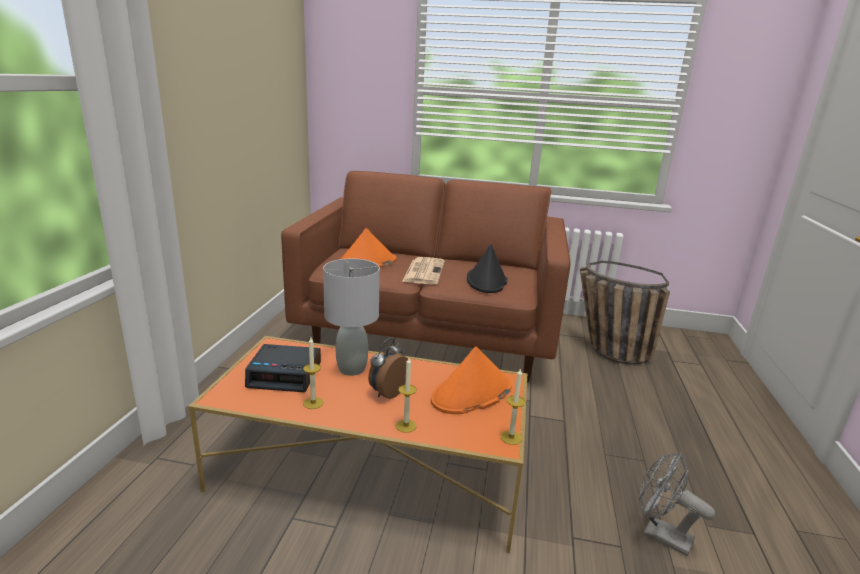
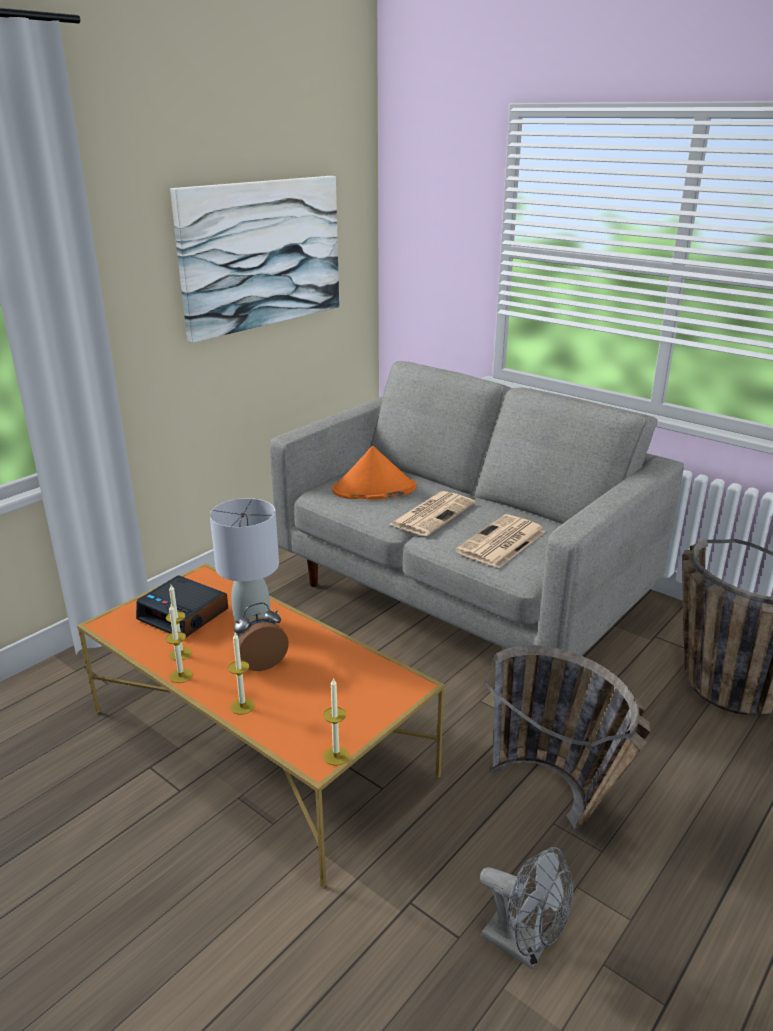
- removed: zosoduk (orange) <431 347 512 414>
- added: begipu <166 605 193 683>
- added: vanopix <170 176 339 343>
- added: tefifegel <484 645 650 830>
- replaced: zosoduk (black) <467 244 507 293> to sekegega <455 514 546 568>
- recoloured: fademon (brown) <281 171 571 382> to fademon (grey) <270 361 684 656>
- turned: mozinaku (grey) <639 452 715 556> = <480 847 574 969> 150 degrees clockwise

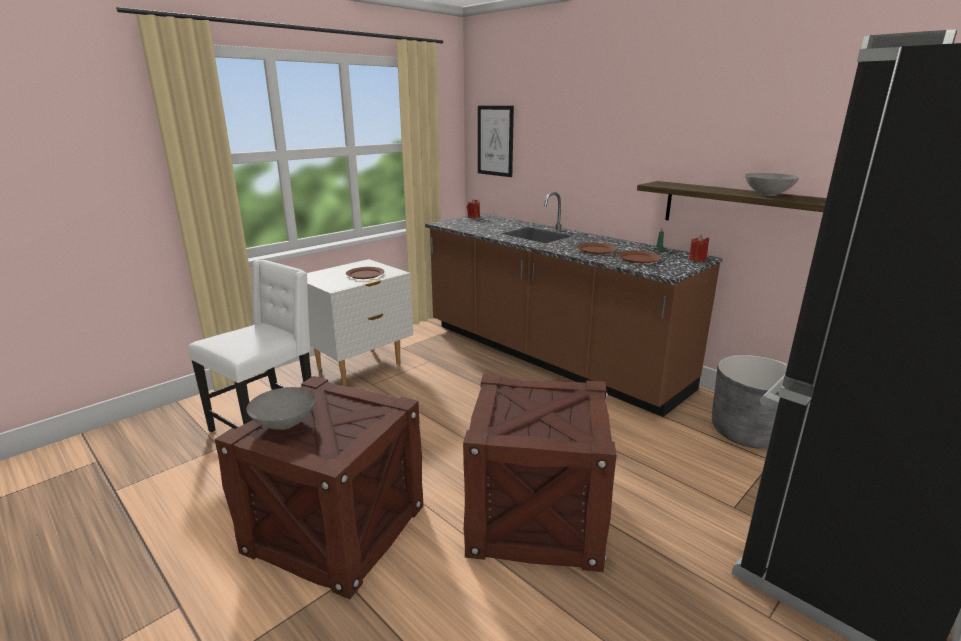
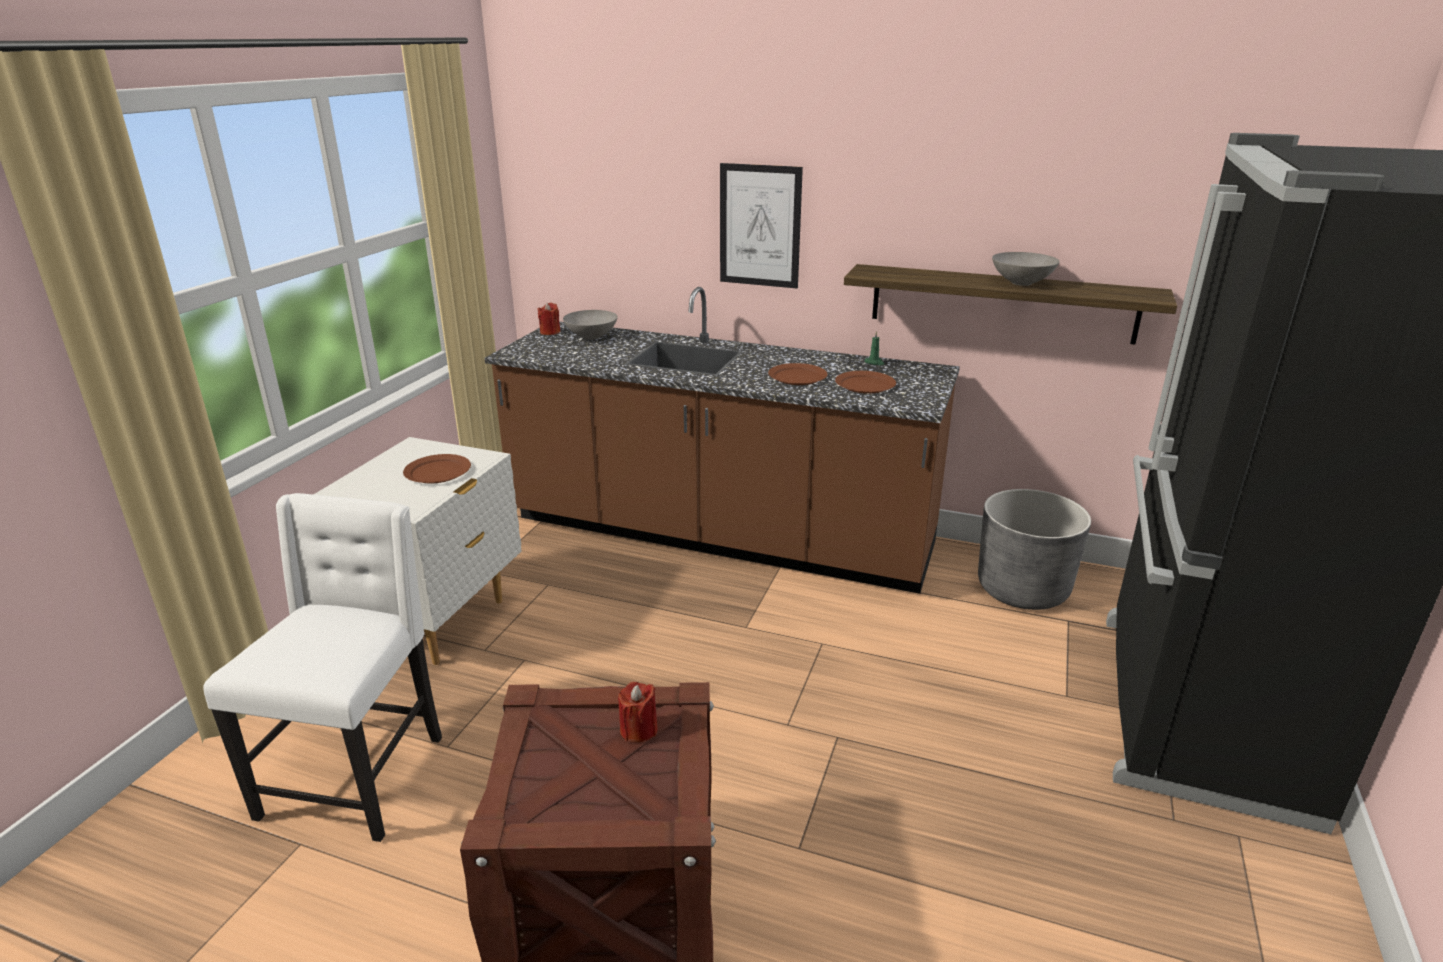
- removed: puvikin <463 374 618 573>
- moved: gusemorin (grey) <247 387 316 430> to <563 310 618 340>
- moved: vanopix <478 106 514 177> to <720 163 803 288>
- moved: begipu (red) <689 235 709 262> to <618 682 658 742>

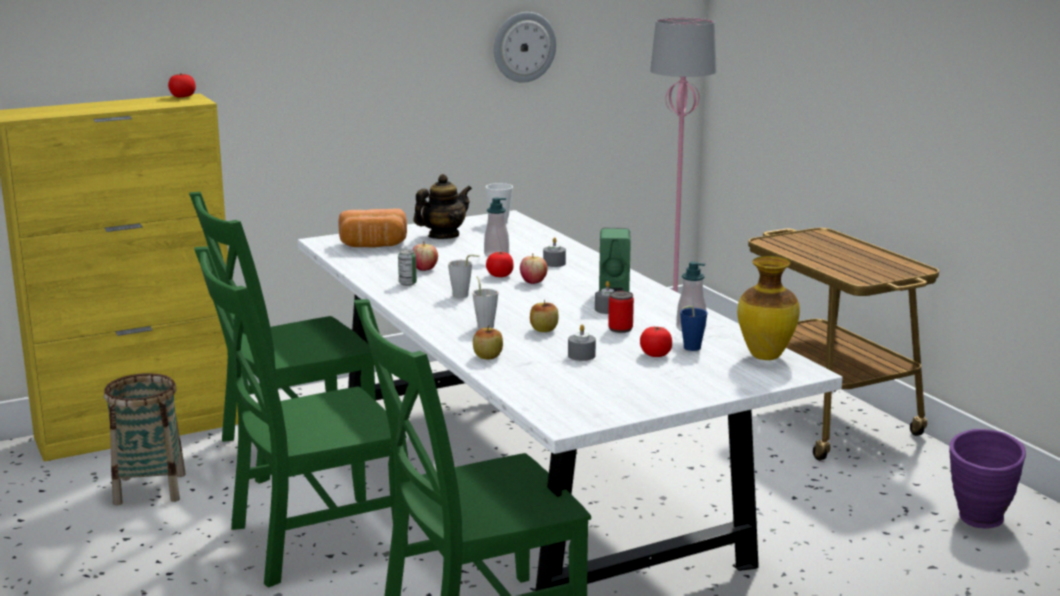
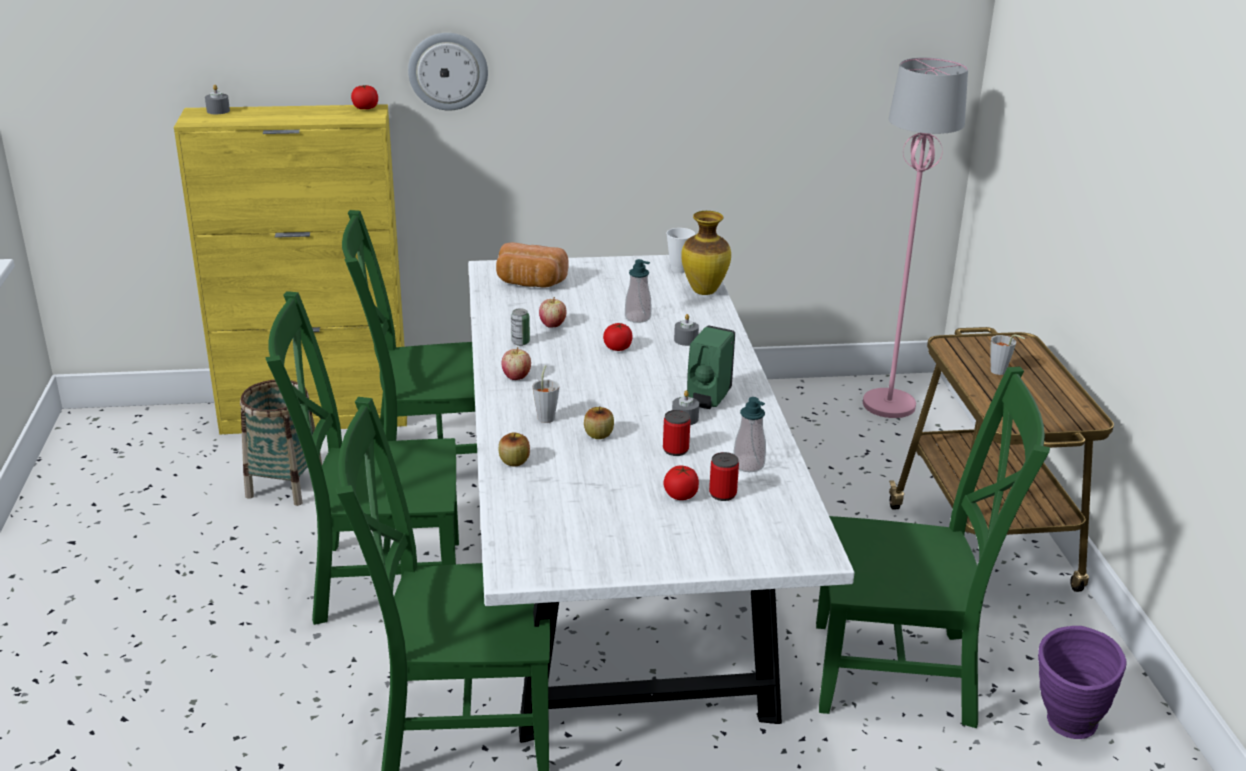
- removed: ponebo <414 174 472 239>
- added: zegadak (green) <816 367 1050 728>
- moved: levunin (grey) <448 255 479 298> to <990 335 1025 375>
- moved: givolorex <494 12 556 83> to <408 33 488 111>
- moved: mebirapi <520 253 548 284> to <501 347 531 380>
- moved: begipu (grey) <568 325 596 361> to <205 85 230 114>
- moved: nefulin <737 256 800 360> to <681 211 731 295>
- replaced: levunin (blue) <680 306 707 351> to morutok <709 452 739 501>

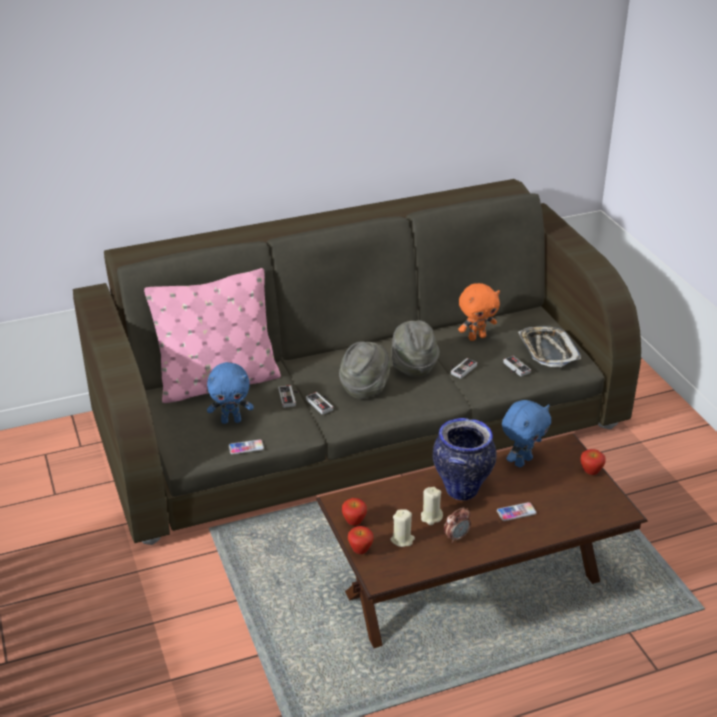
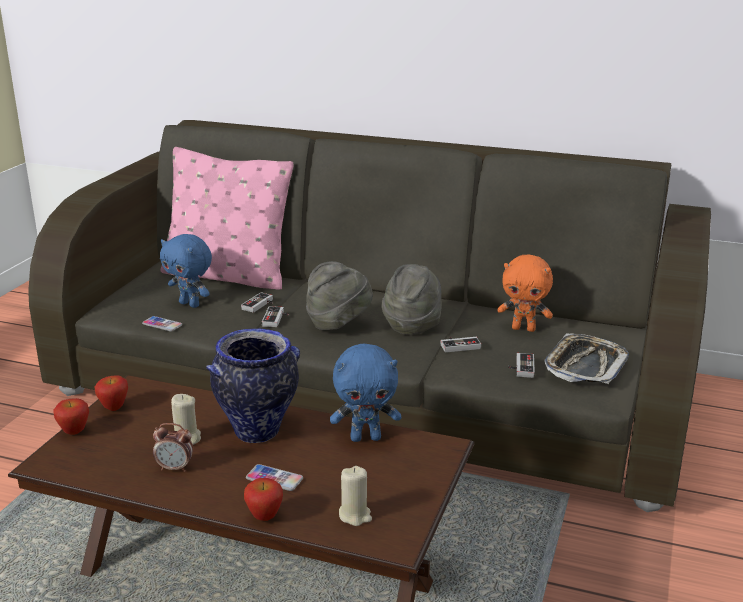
- moved: begipu (beige) <390 509 415 547> to <339 466 372 526>
- moved: mebirapi <580 449 606 475> to <244 478 283 521>

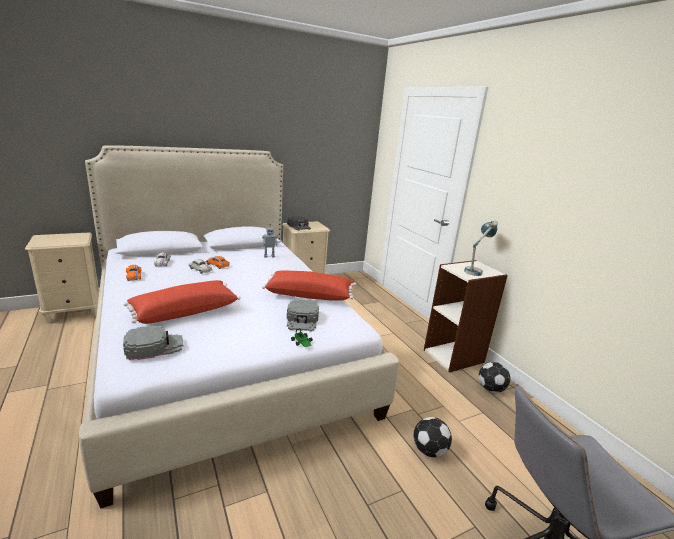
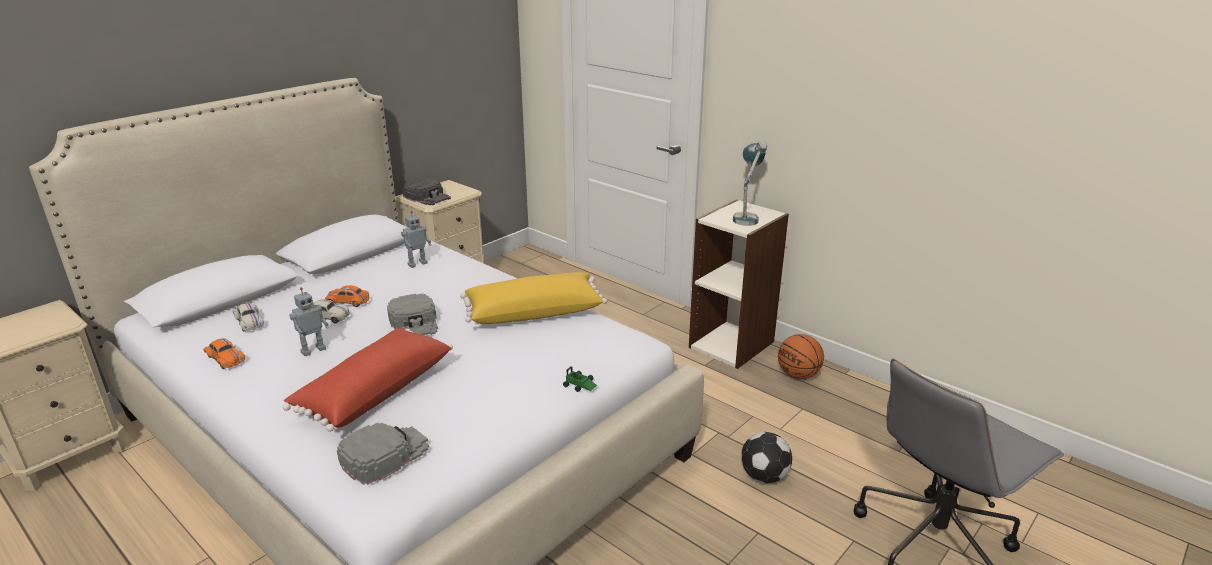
- added: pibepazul <289 288 329 356>
- moved: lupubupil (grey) <287 300 319 331> to <387 293 438 335>
- replaced: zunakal <479 362 510 393> to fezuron <778 334 824 379>
- recoloured: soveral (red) <262 271 356 301> to soveral (yellow) <460 272 607 324>

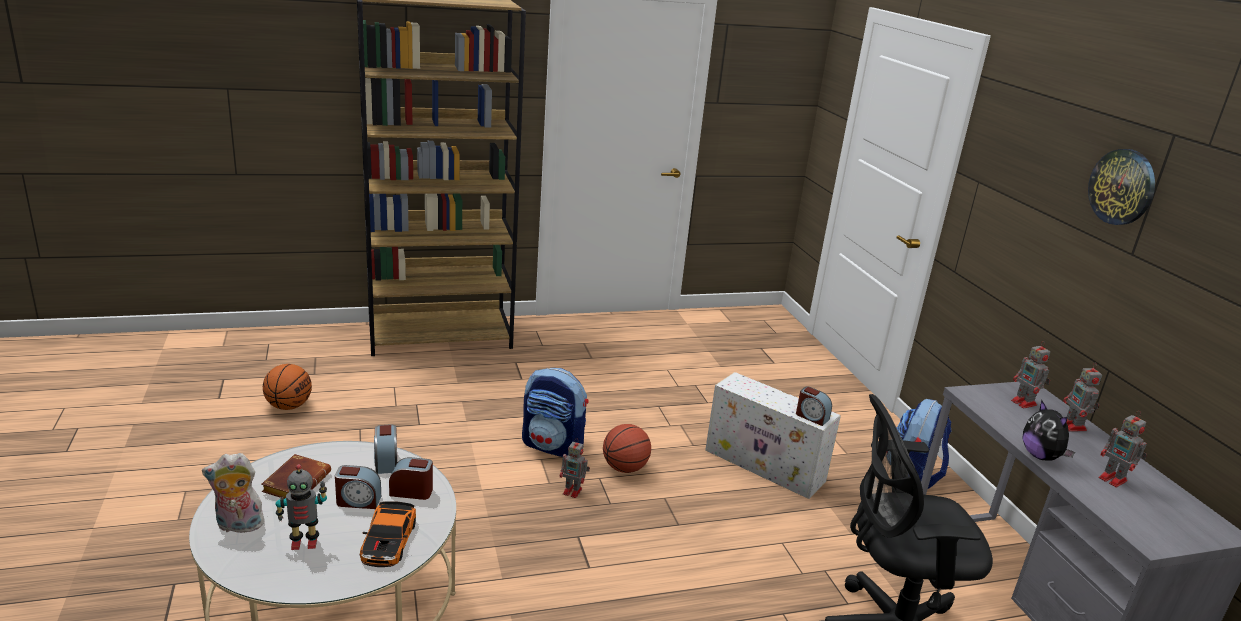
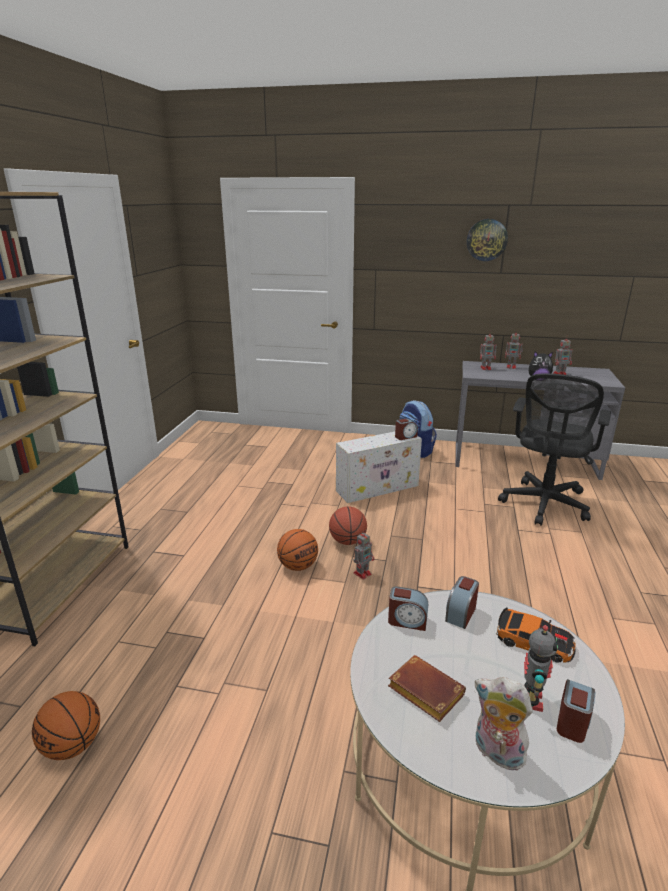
- moved: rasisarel <335 465 381 509> to <557 679 595 743>
- replaced: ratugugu <522 368 589 457> to fezuron <277 529 318 571>
- turned: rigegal <202 453 267 533> = <474 677 533 771> 105 degrees clockwise

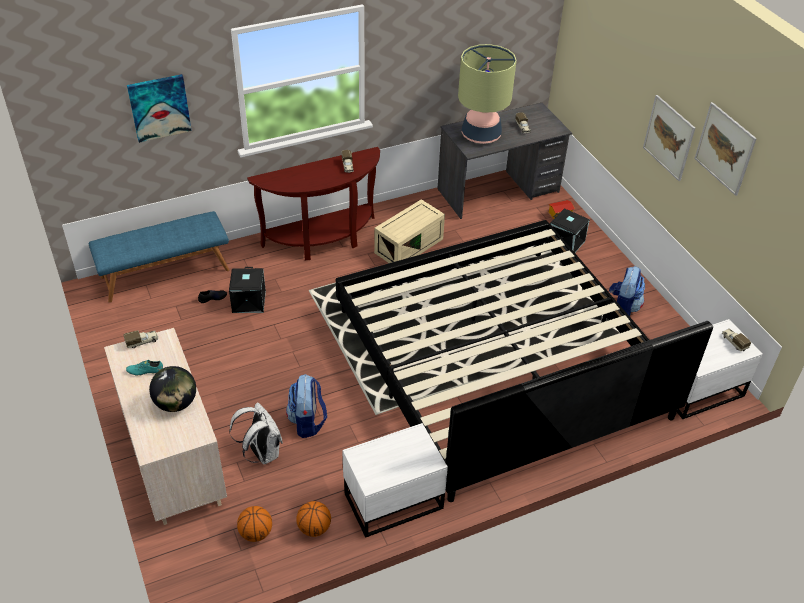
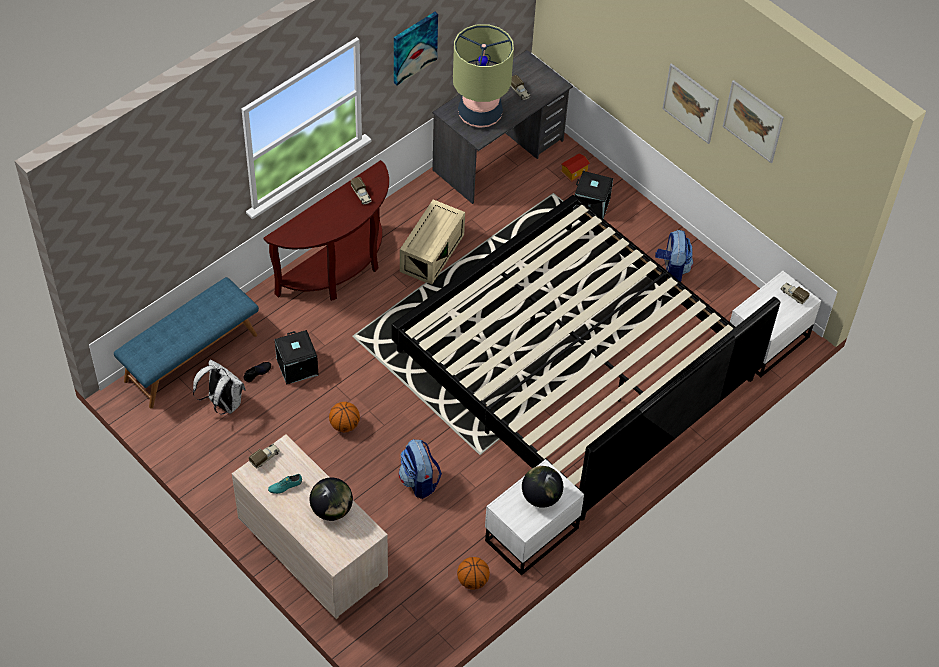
- added: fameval <522 466 563 508>
- moved: vanopix <127 74 192 143> to <394 12 438 85>
- moved: ratugugu (white) <229 402 283 465> to <193 360 246 415>
- moved: fezuron <237 506 272 542> to <329 402 360 432>

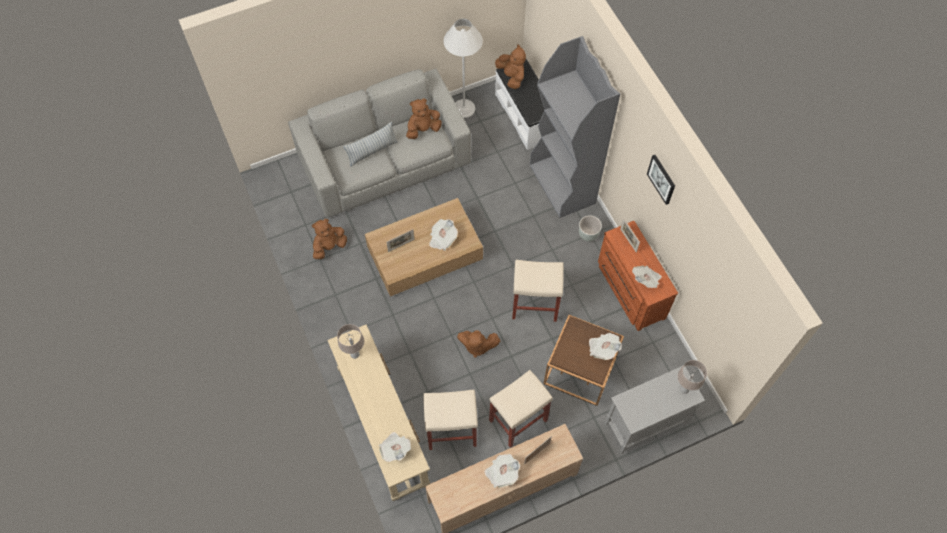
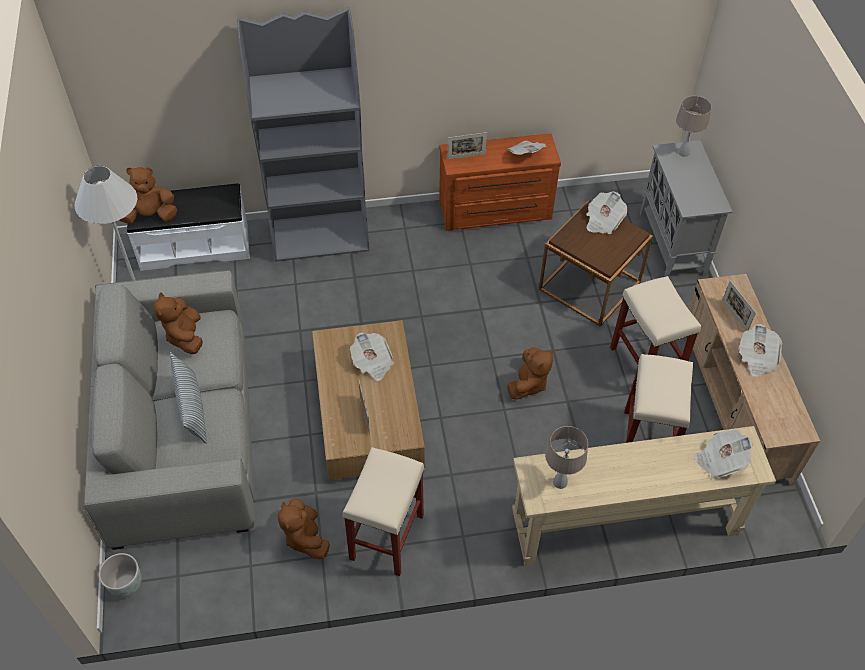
- removed: vanopix <647 155 675 205>
- moved: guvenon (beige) <512 260 564 322> to <343 447 424 576>
- moved: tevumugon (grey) <579 215 602 241> to <99 553 142 598>

